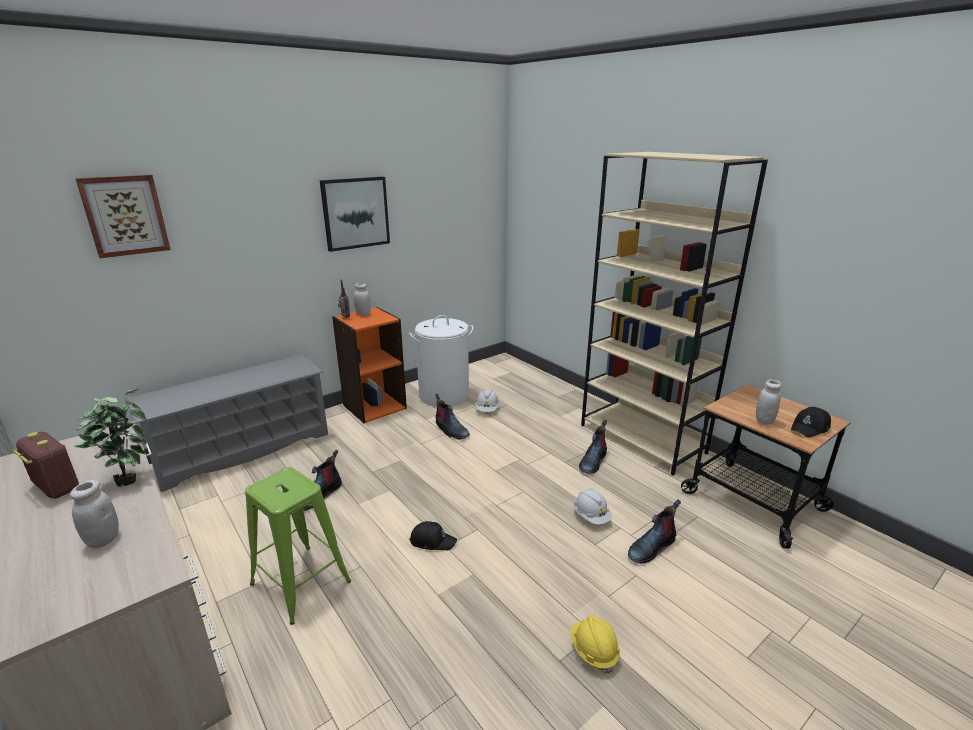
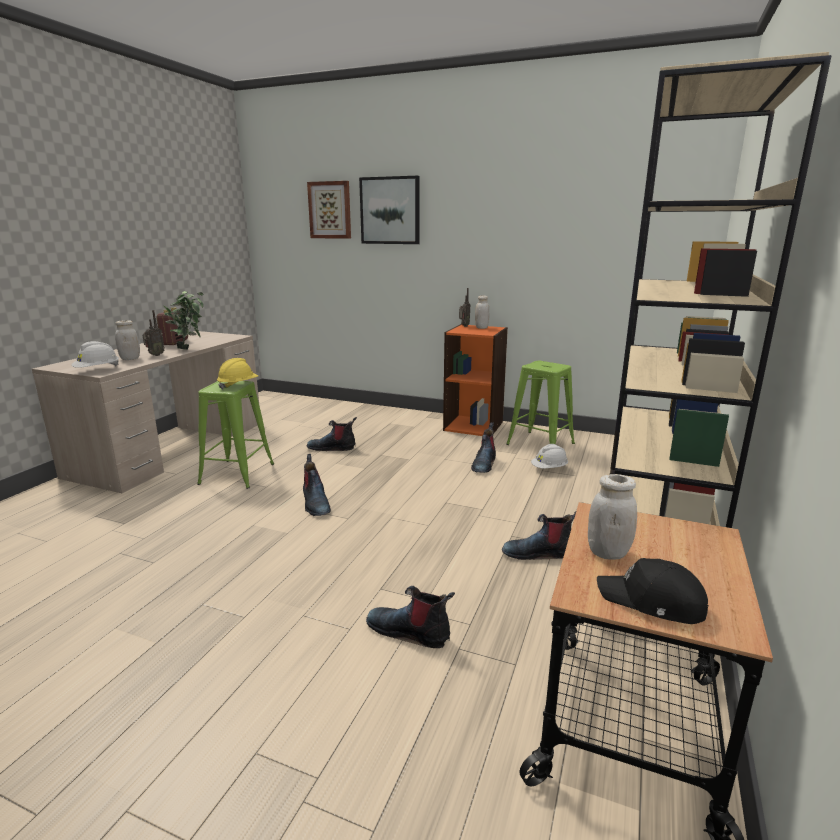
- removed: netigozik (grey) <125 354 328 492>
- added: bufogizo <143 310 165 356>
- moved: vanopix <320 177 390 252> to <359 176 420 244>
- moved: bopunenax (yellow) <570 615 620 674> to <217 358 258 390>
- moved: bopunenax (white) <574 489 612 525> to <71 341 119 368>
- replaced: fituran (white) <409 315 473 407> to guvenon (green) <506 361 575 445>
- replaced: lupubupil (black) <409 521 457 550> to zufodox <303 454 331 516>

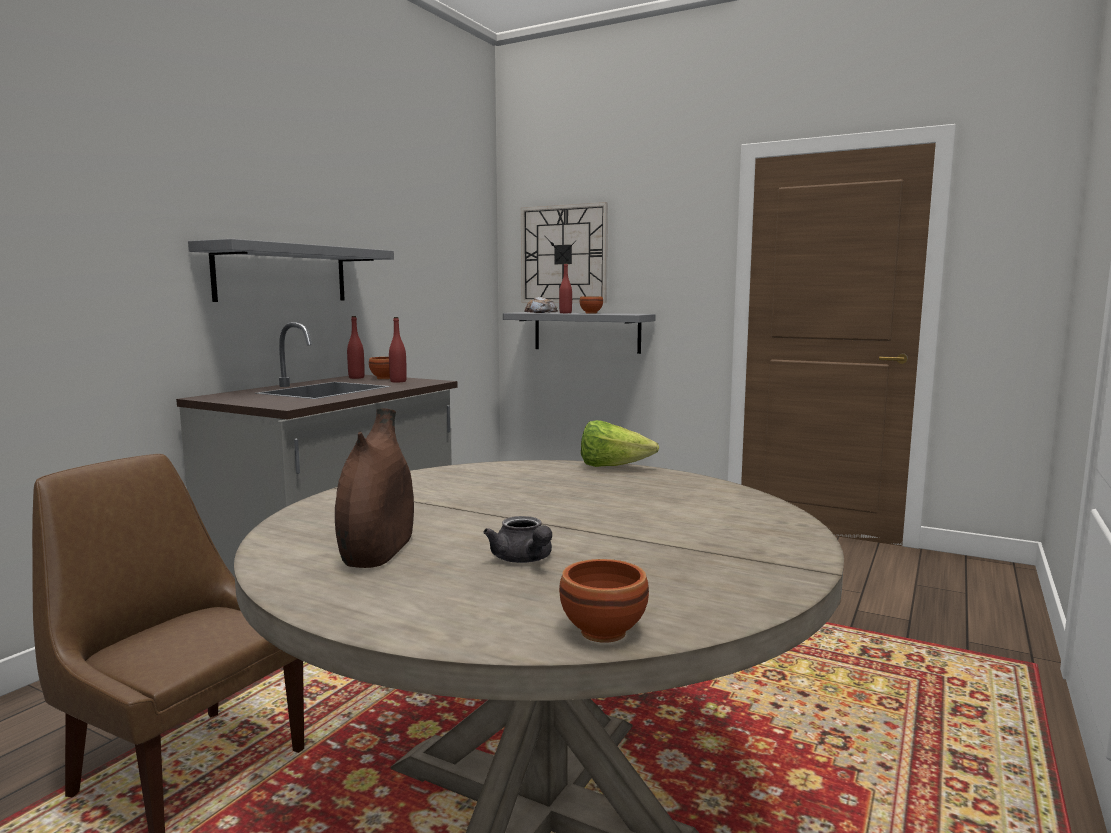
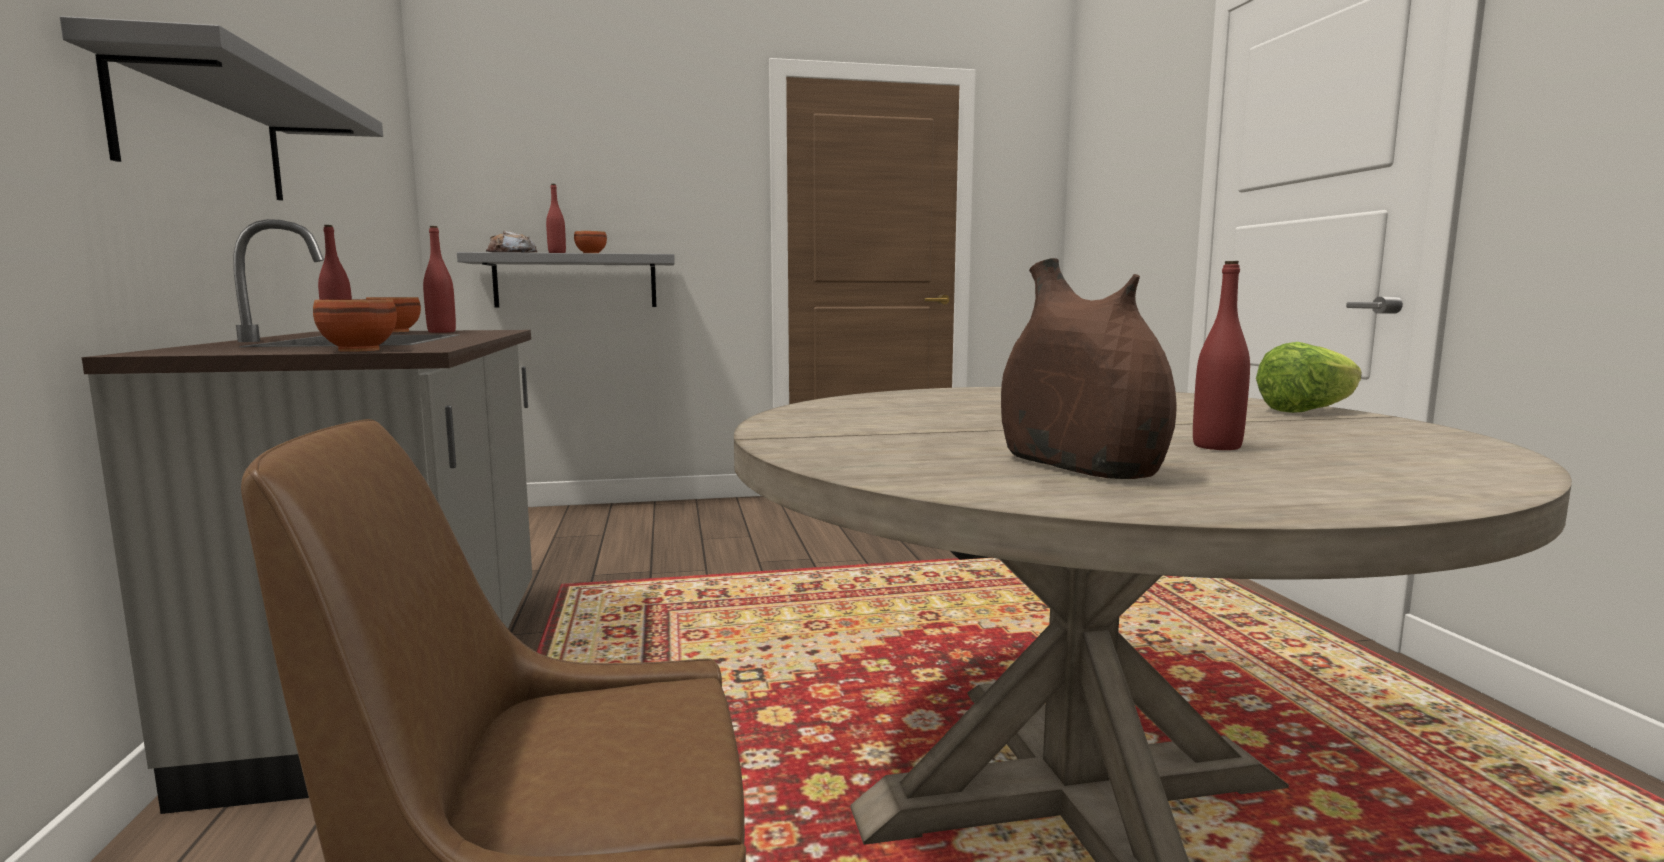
- removed: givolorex <521 202 608 303>
- moved: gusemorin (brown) <559 559 649 643> to <313 299 397 352>
- moved: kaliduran <581 420 659 467> to <1256 342 1362 413>
- replaced: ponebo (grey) <483 516 552 563> to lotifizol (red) <1193 261 1250 450>

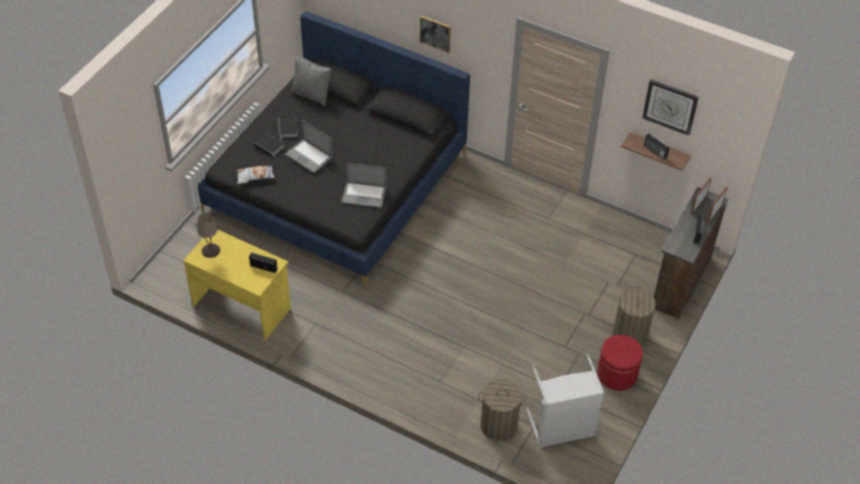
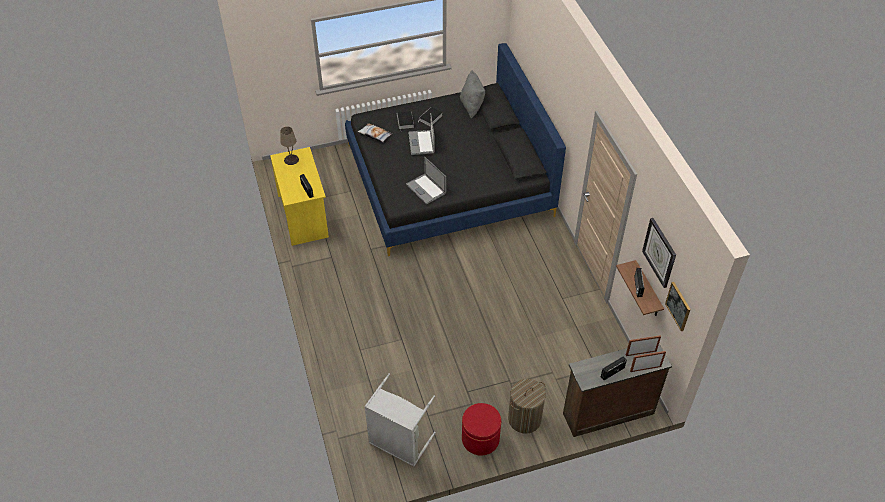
- removed: fituran <478 379 526 441>
- moved: vanopix <420 15 451 53> to <665 282 691 331>

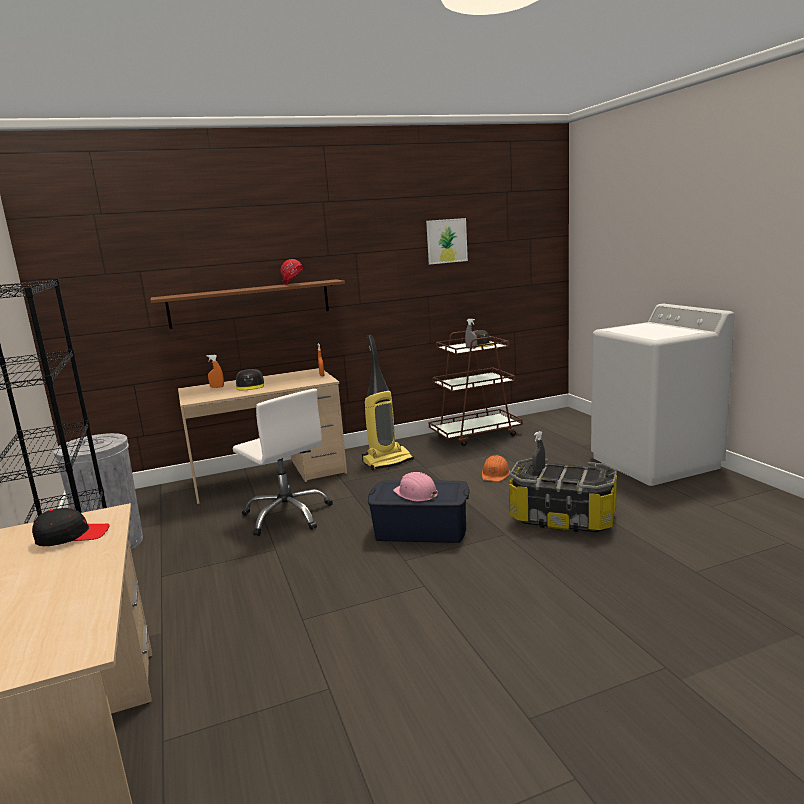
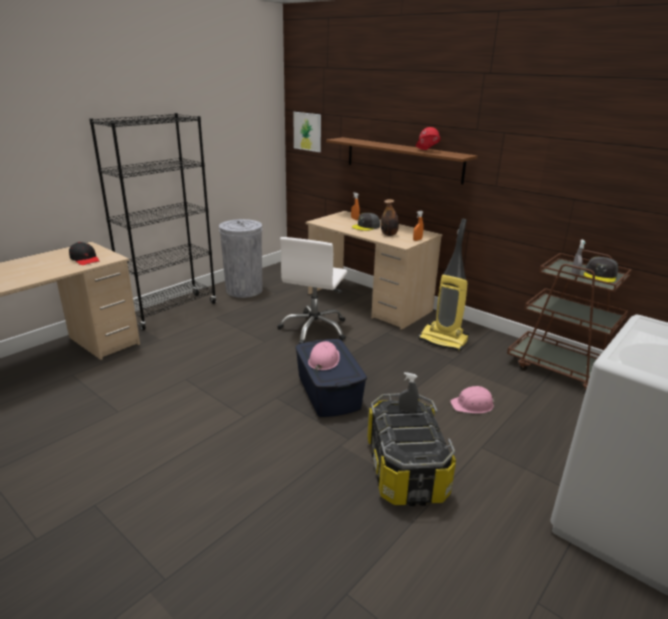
- added: lotifizol <381 199 399 236>
- moved: vanopix <426 218 468 264> to <293 112 321 152>
- recoloured: bopunenax (orange) <482 455 510 481> to bopunenax (pink) <450 386 495 413>

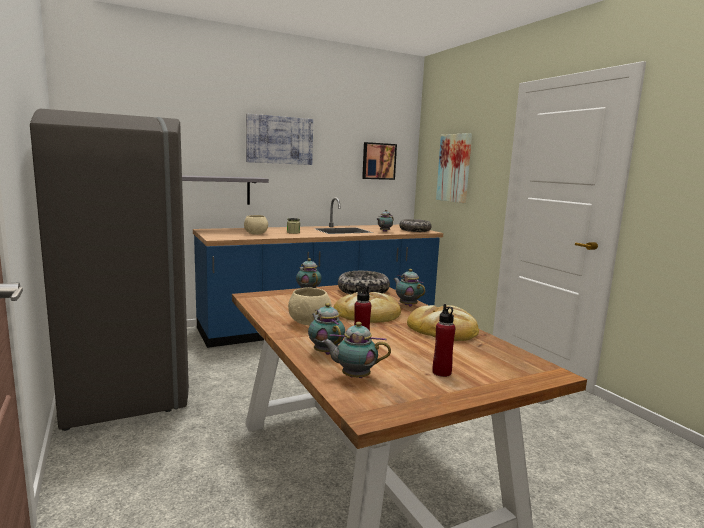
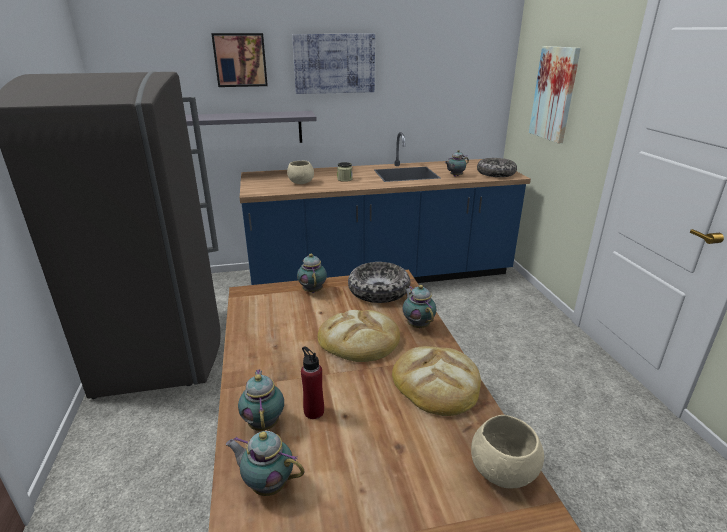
- removed: lotifizol (red) <432 304 456 377>
- moved: gusemorin (beige) <288 287 332 325> to <471 415 544 488>
- moved: vanopix <362 142 397 180> to <211 33 268 87>

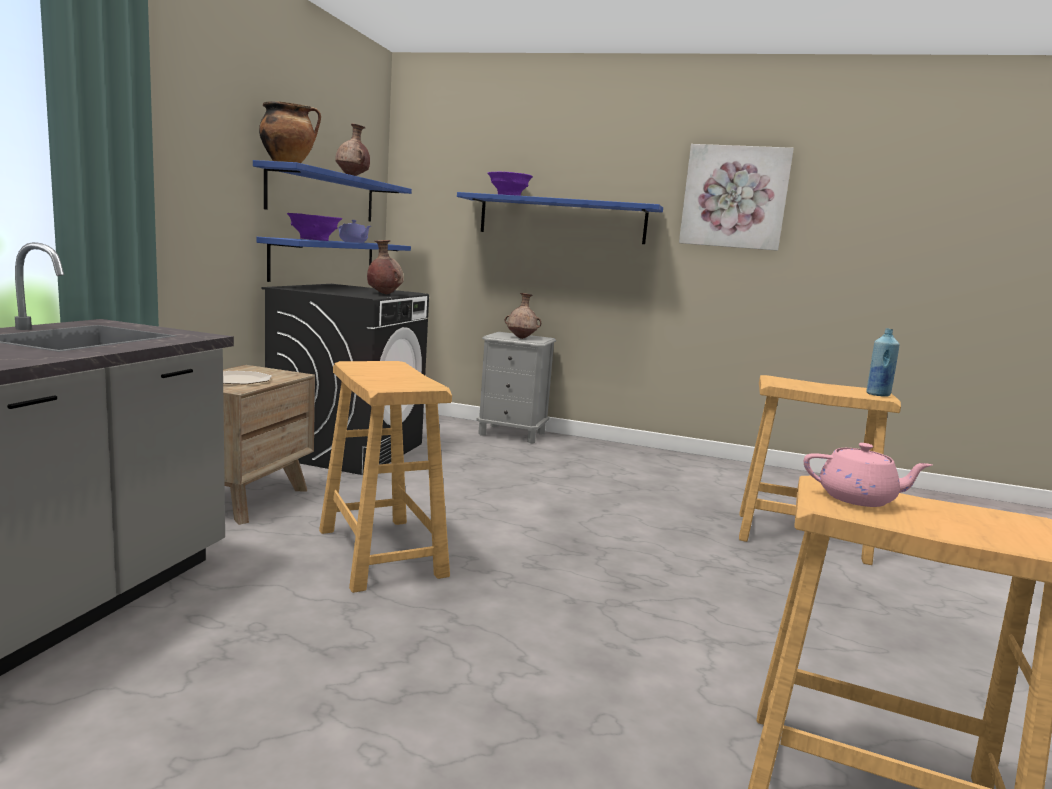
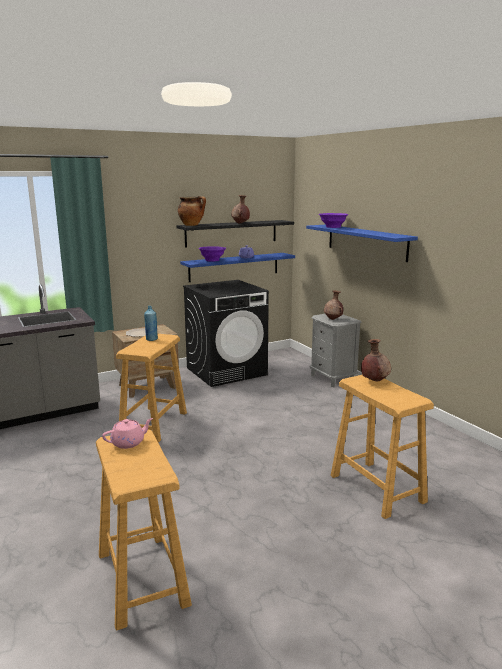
- removed: vanopix <679 144 794 251>
- moved: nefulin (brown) <367 240 404 294> to <361 339 391 381>
- moved: lotifizol (blue) <866 328 900 397> to <144 306 158 341>
- recoloured: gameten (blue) <253 160 412 222> to gameten (black) <176 220 294 248>
- turned: ponebo (pink) <804 443 932 507> = <102 418 153 449> 90 degrees counterclockwise

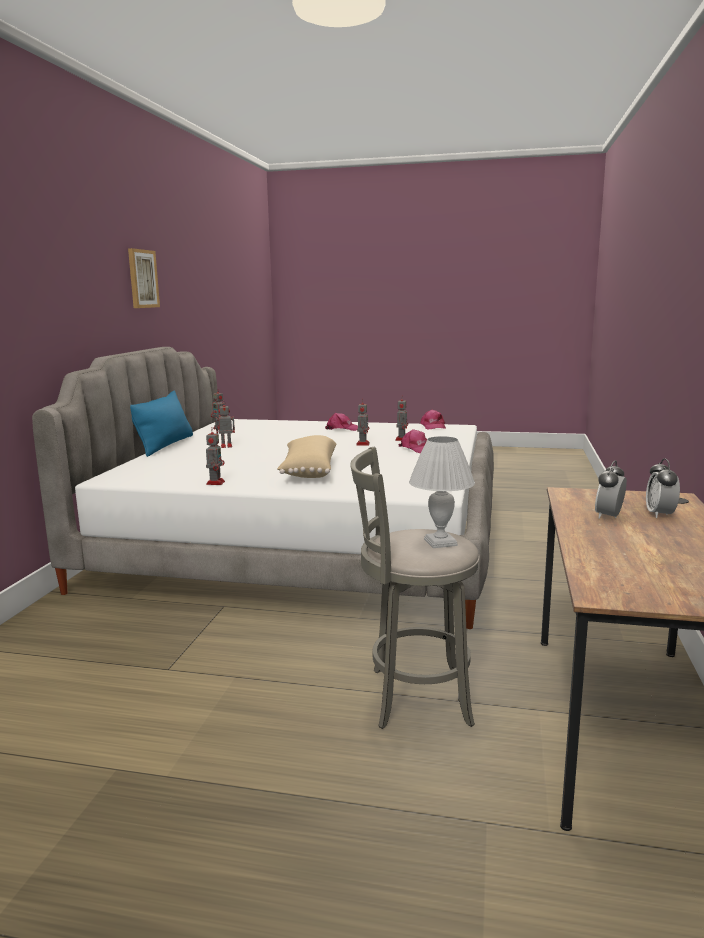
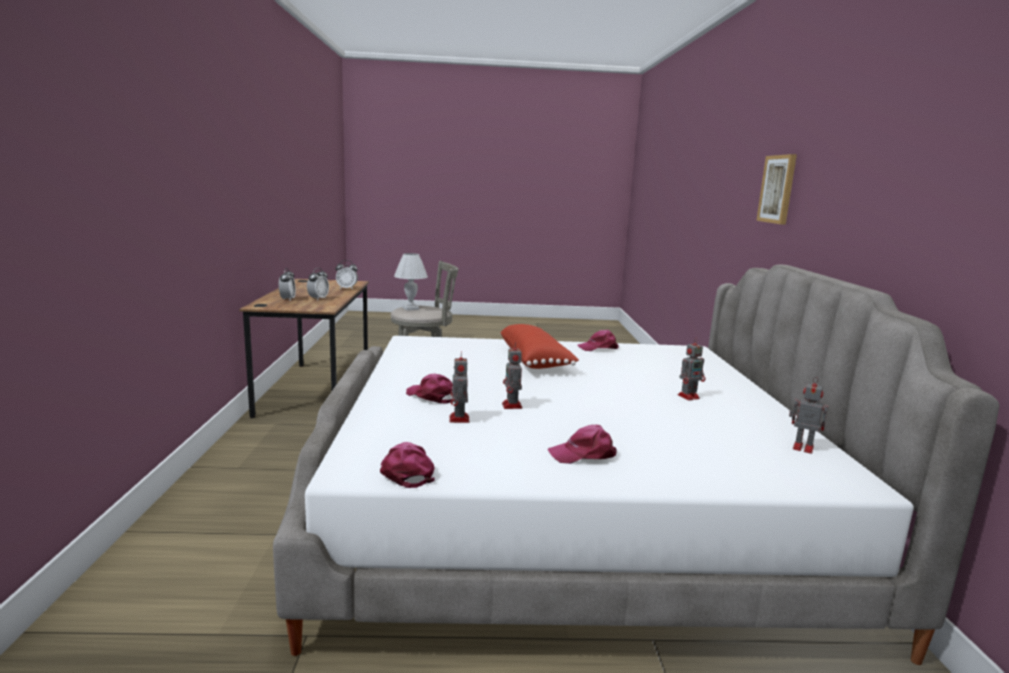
- removed: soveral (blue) <130 391 193 457>
- added: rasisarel <336 260 358 290>
- moved: vanopix <128 248 160 308> to <756 154 797 225>
- replaced: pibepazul <206 428 225 485> to lupubupil (pink) <577 330 619 351>
- recoloured: soveral (beige) <277 435 336 478> to soveral (red) <500 324 579 369>

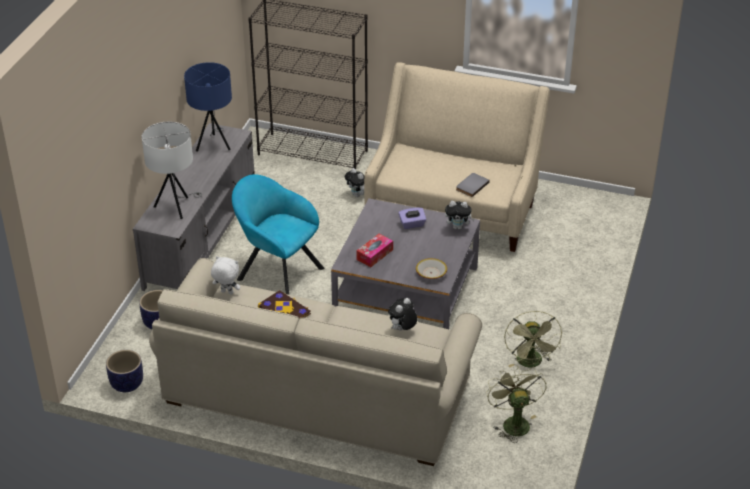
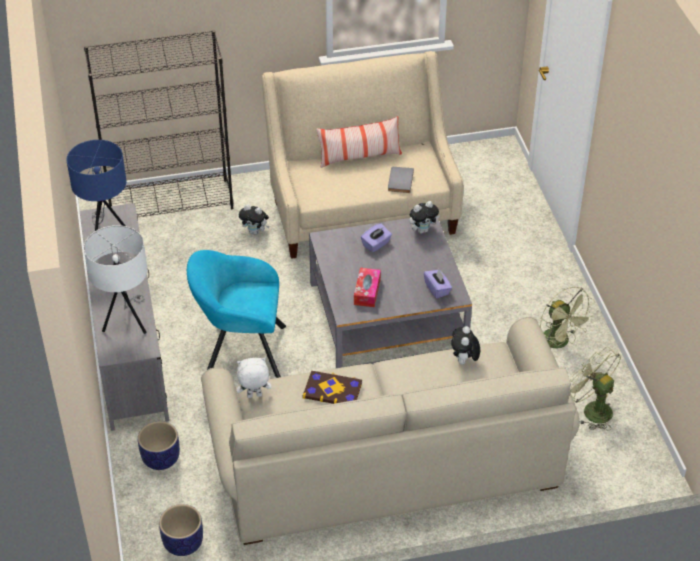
- added: soveral <316 116 402 168>
- replaced: gusemorin <416 258 447 279> to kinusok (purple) <424 269 452 298>

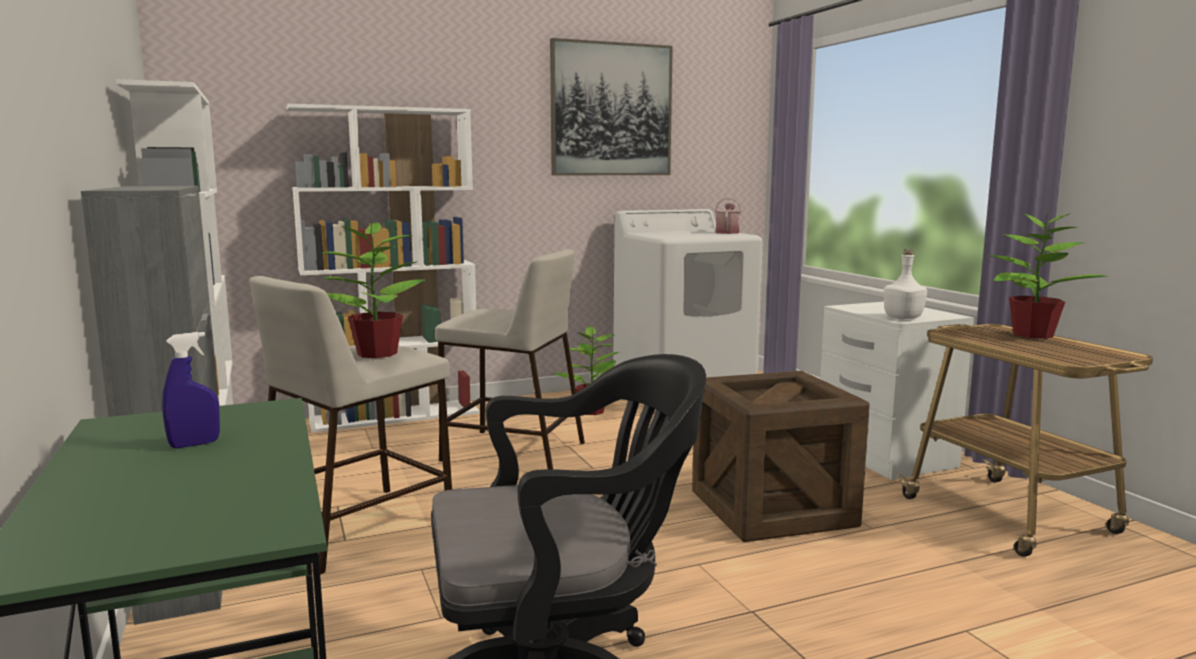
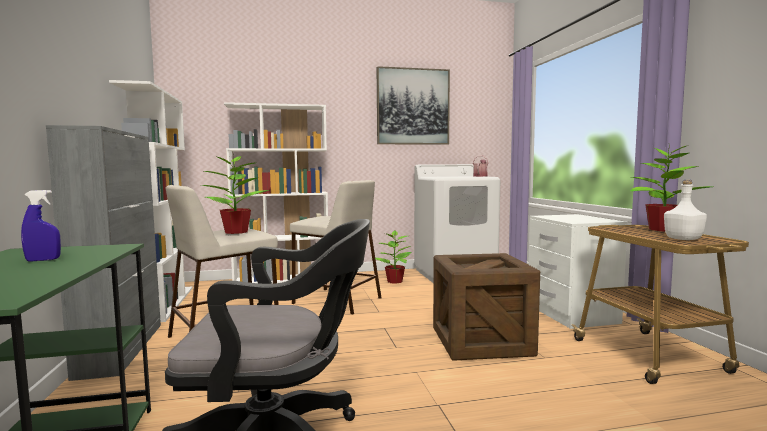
- moved: lotifizol (white) <884 249 927 319> to <664 180 707 240>

